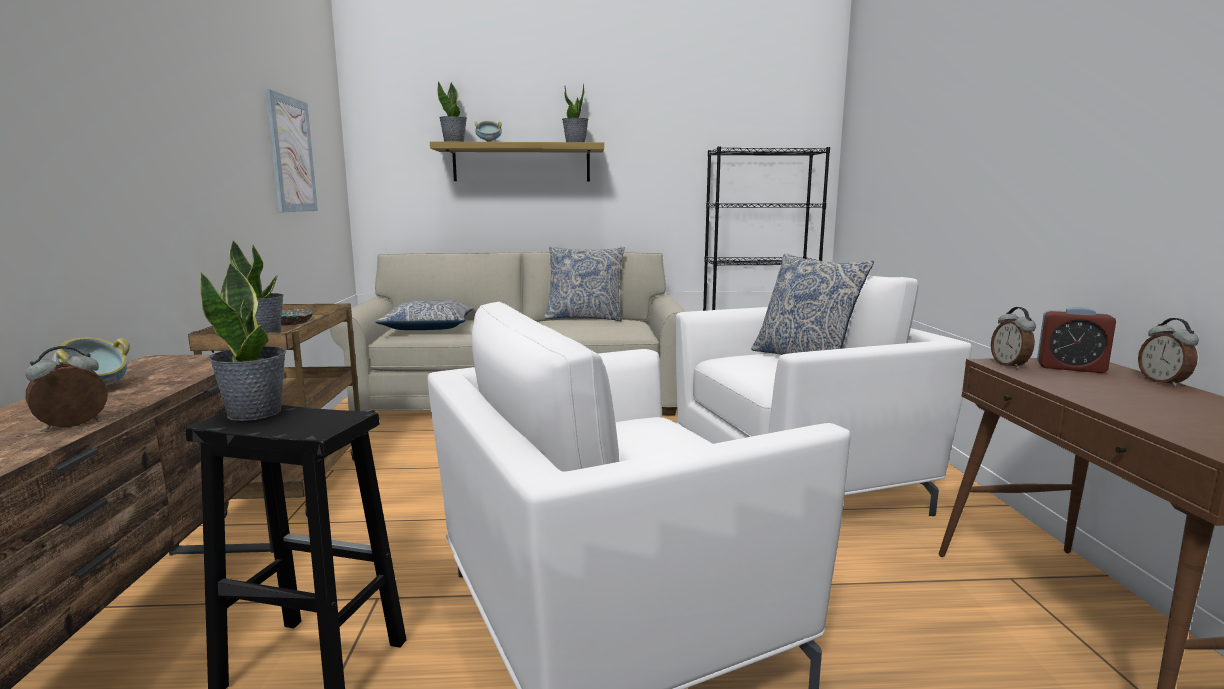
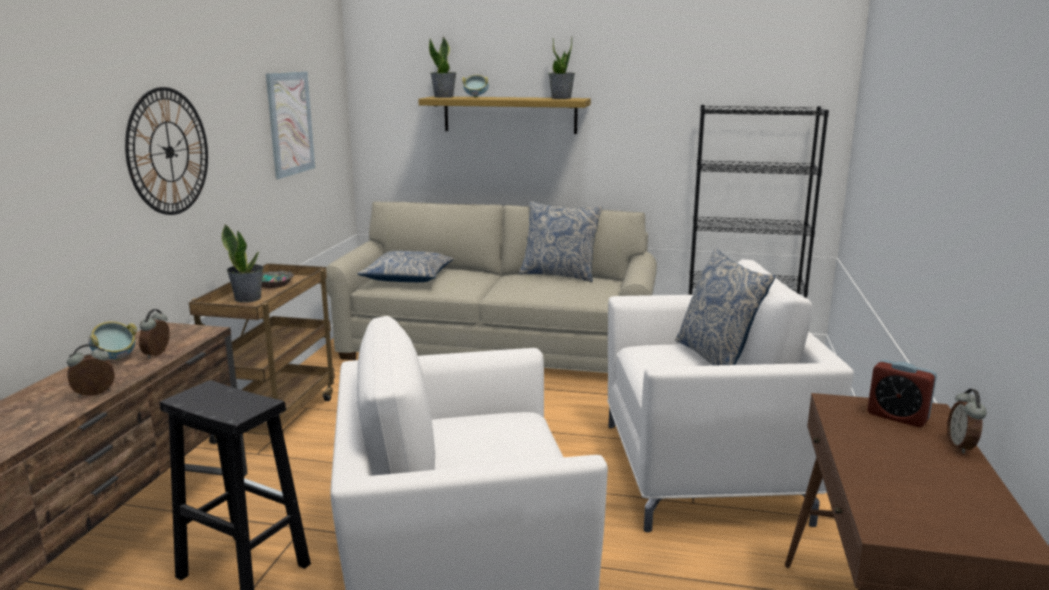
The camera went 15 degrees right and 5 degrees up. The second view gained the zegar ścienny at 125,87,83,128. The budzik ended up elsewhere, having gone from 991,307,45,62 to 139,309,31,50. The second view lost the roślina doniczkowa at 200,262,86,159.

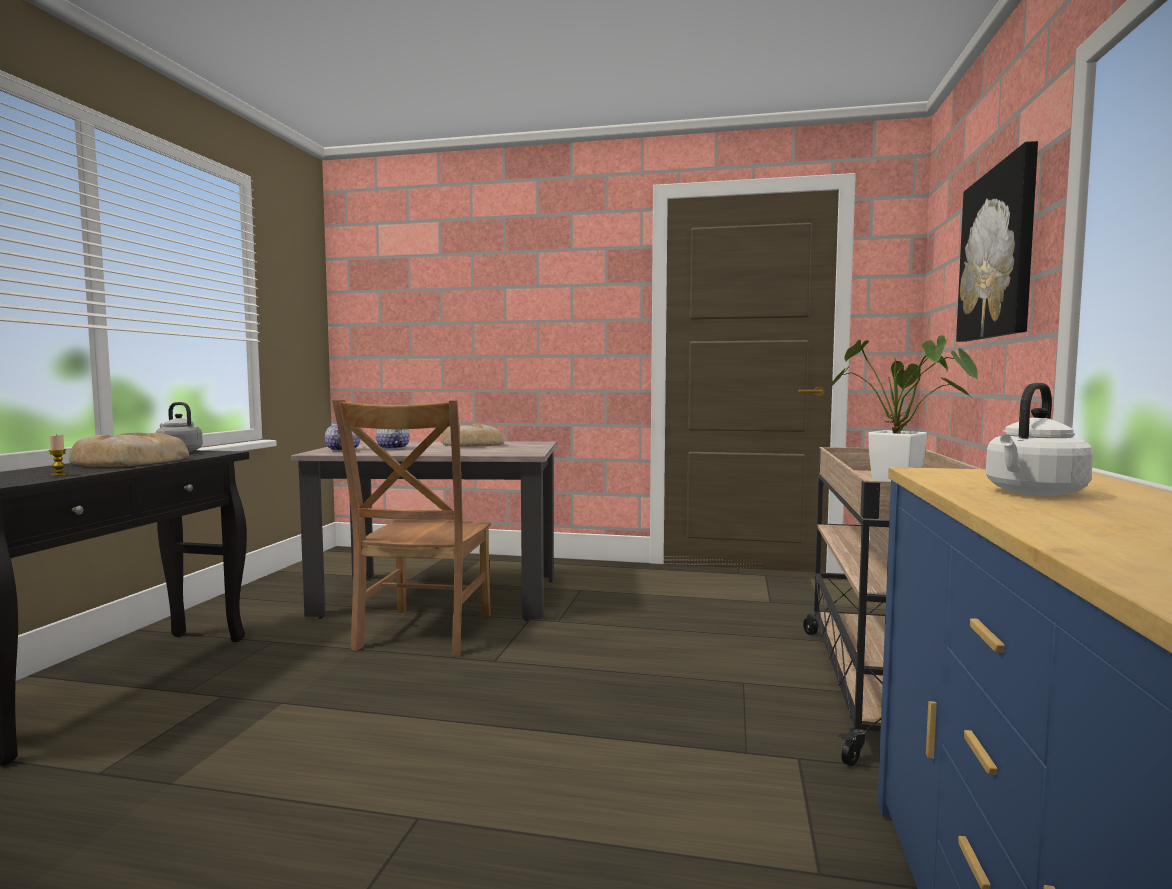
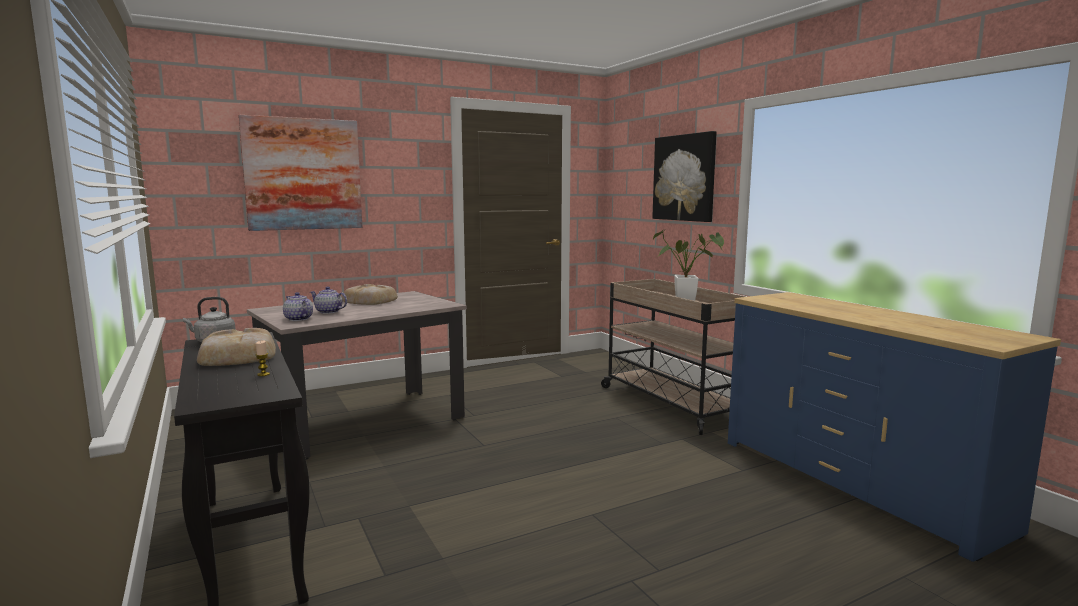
The camera went 40 degrees left and 5 degrees up. The second view gained the obraz at 239,115,123,116. The second view lost the krzesło (brązowy) at 332,400,159,256. The second view lost the czajnik (biały) at 986,382,107,114.

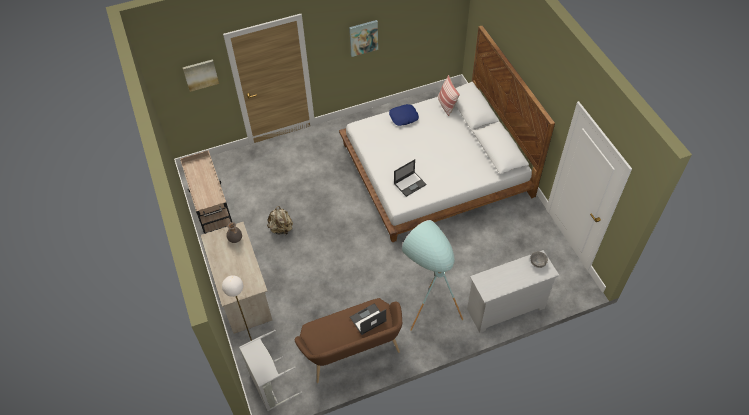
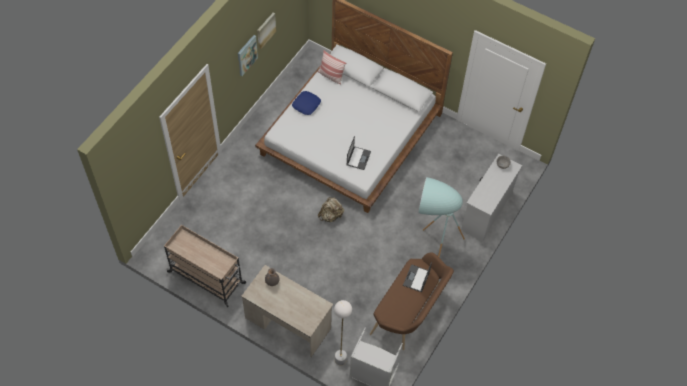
The camera went 40 degrees left and 5 degrees up. The obraz ended up elsewhere, having gone from 182,59,37,33 to 257,13,19,36. The plecak (beżowy) ended up elsewhere, having gone from 267,206,26,29 to 318,197,26,25.

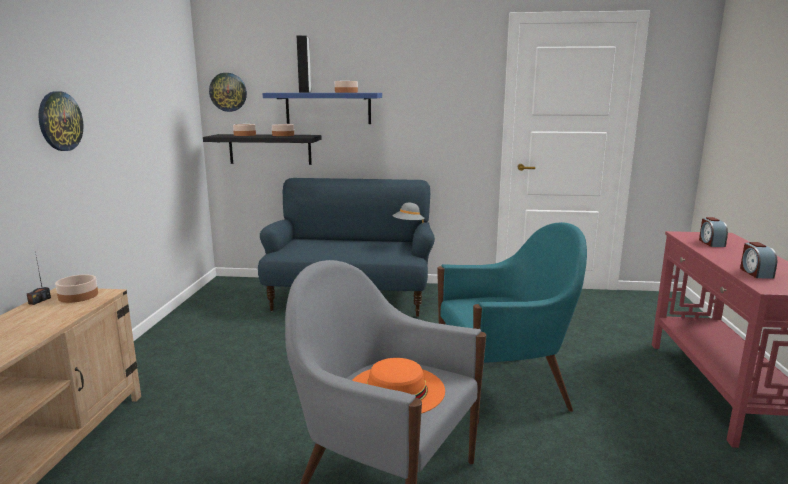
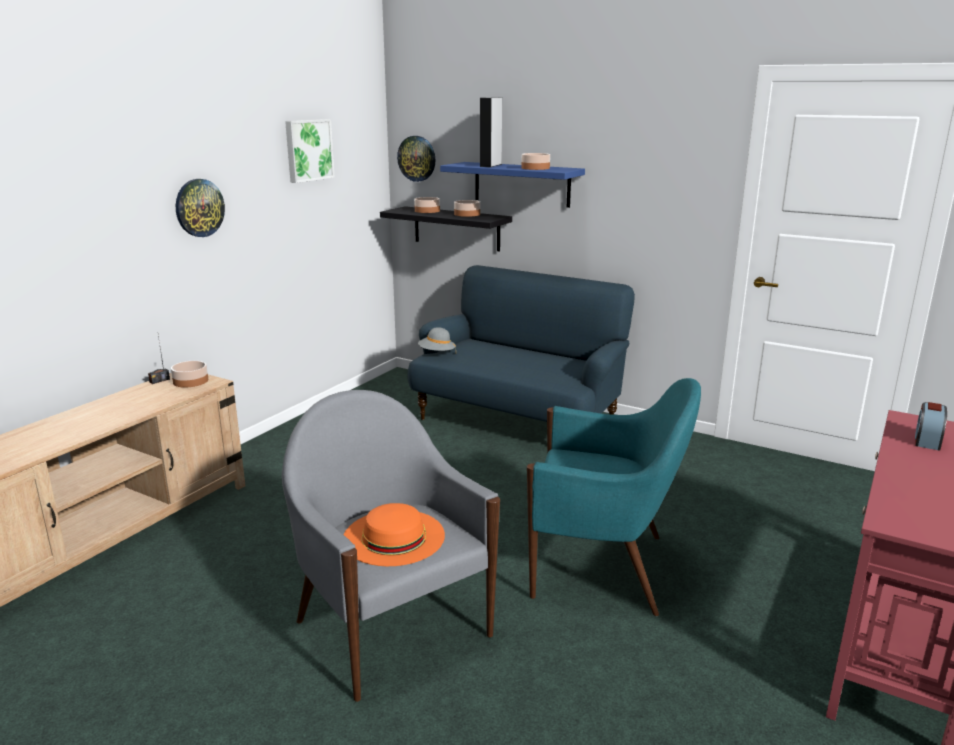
The camera went 25 degrees right and 5 degrees up. The second view gained the obraz at 285,119,50,64. The kapelusz (szary) ended up elsewhere, having gone from 392,203,32,19 to 418,327,38,24. The second view lost the budzik at 740,242,37,37.

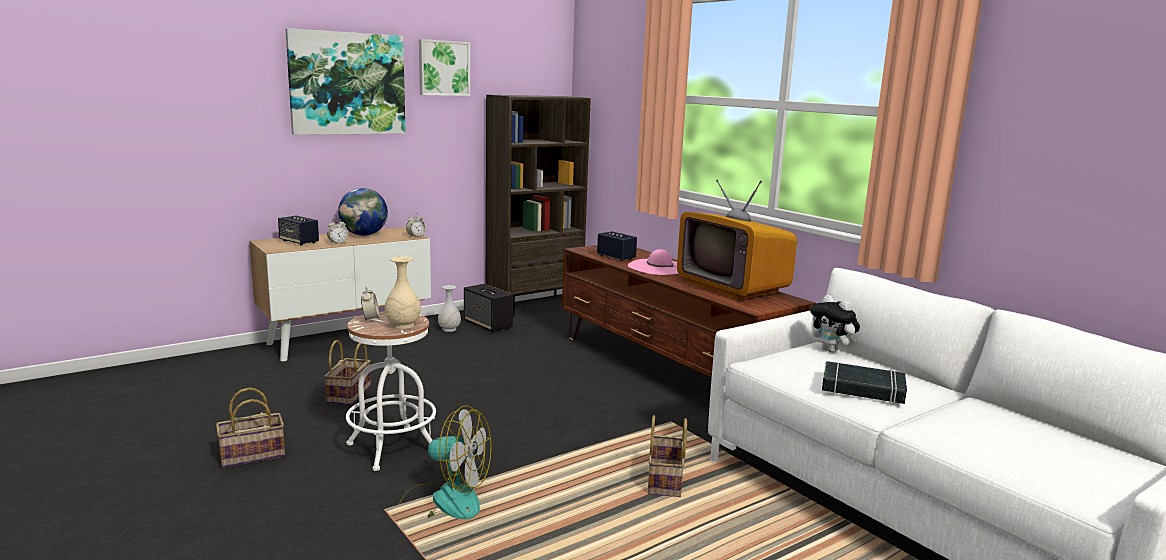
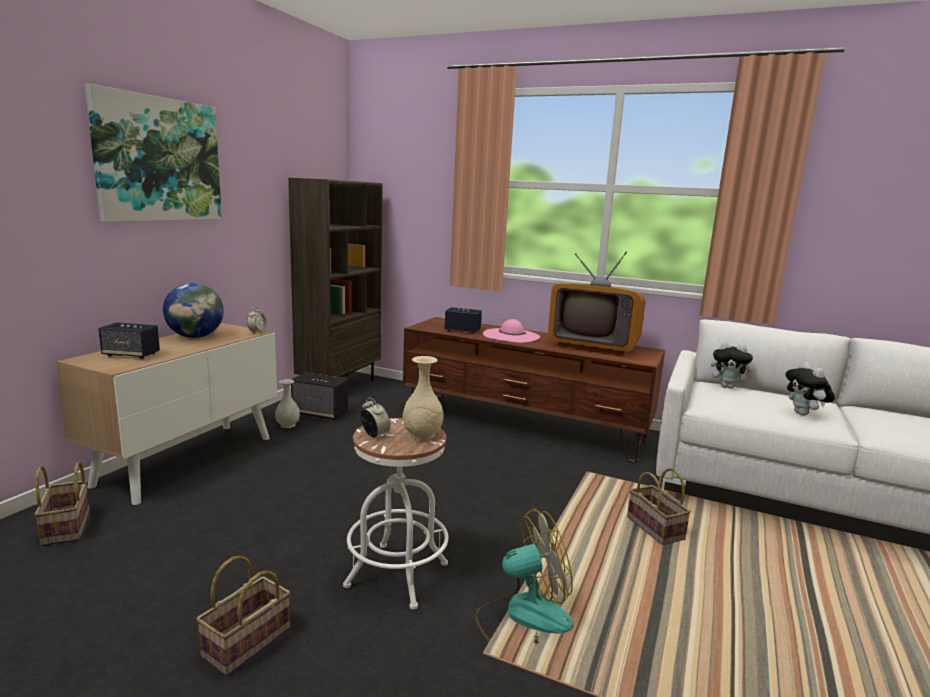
The camera went 30 degrees left and 0 degrees up. The koszyk ended up elsewhere, having gone from 325,340,46,65 to 34,461,56,85. Where the książka (czarny) stood at 822,361,85,43, the pluszak came to stand at 785,362,50,53. The second view lost the budzik at 327,218,21,26. The second view lost the obraz at 419,39,51,57.

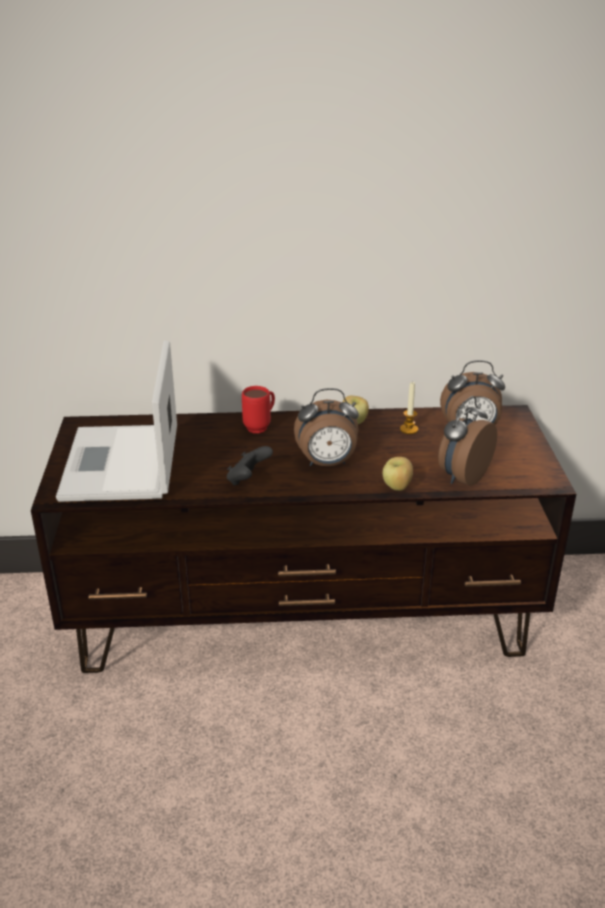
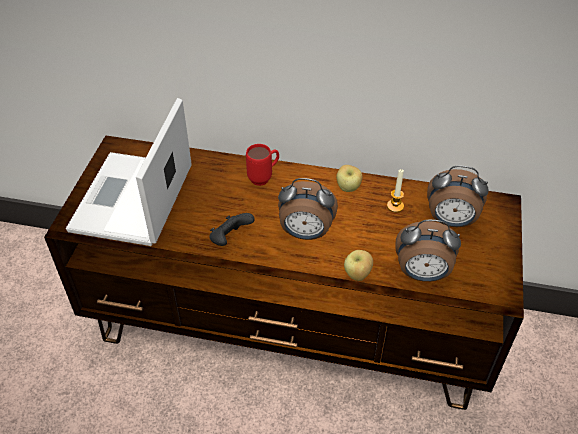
The camera went 15 degrees right and 15 degrees up. The budzik at 438,396,59,90 ended up facing another way, 135 degrees counterclockwise from before.

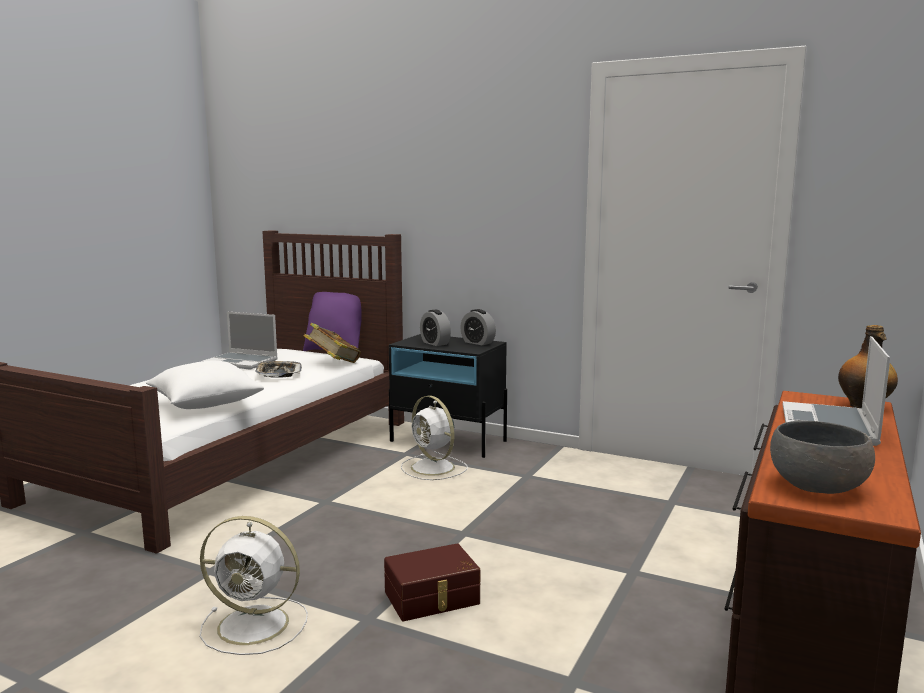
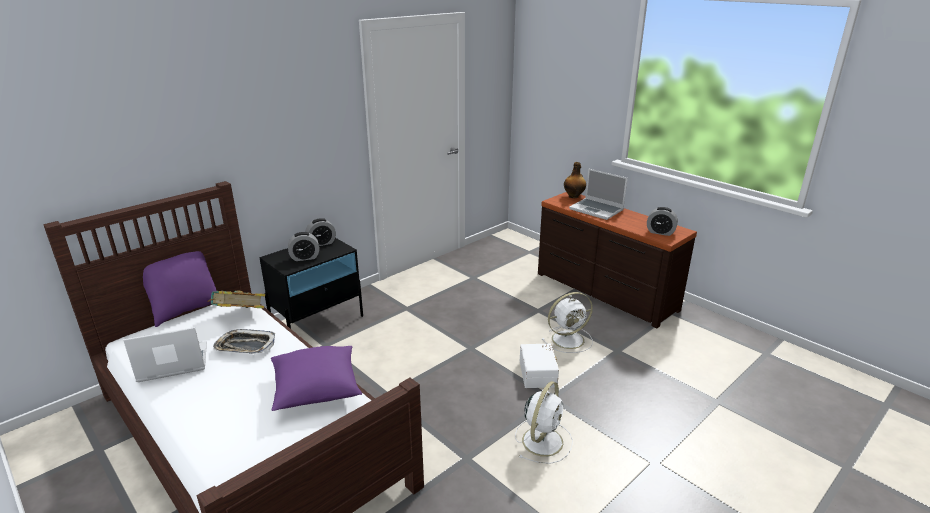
The camera went 70 degrees left and 15 degrees up. The laptop at 203,312,75,58 ended up facing another way, 150 degrees counterclockwise from before. What was the poduszka (biały) at 146,361,118,48 turned into the poduszka (fioletowy) at 271,346,91,65. What was the pojemnik do przechowywania (brązowy) at 384,543,96,78 turned into the pojemnik do przechowywania (biały) at 520,344,39,44. The wentylator (biały) ended up elsewhere, having gone from 401,396,67,84 to 542,292,51,61. Where the miska (szary) stood at 770,421,105,73, the budzik came to stand at 647,207,31,29.

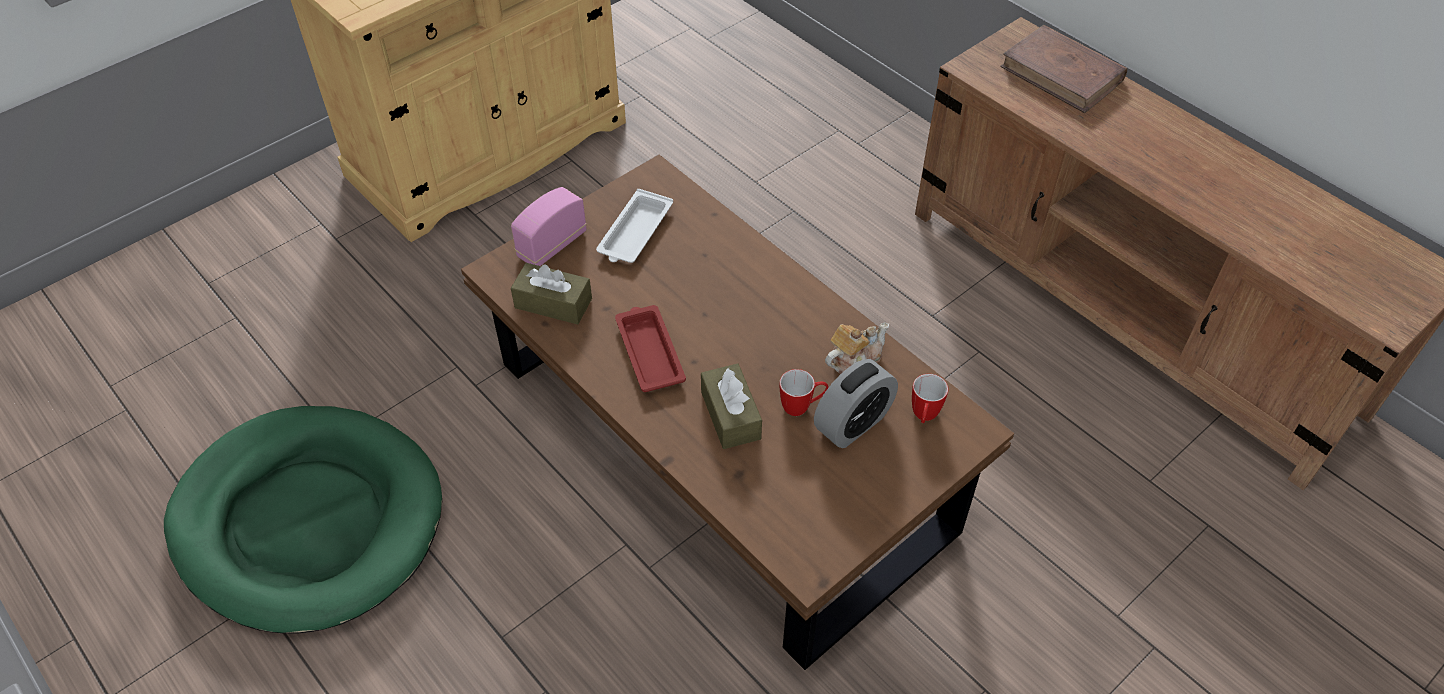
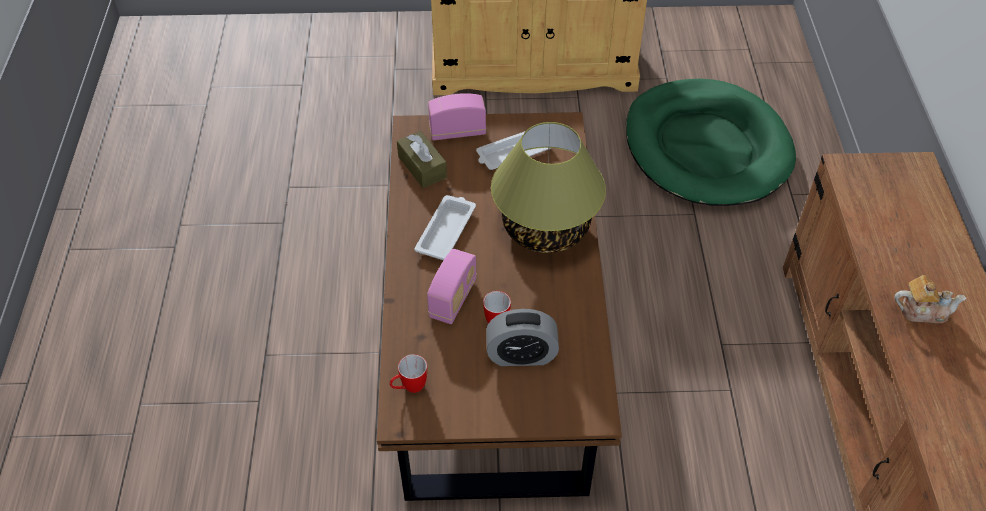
The camera went 40 degrees right and 0 degrees up. The kubek ended up elsewhere, having gone from 912,374,36,49 to 390,354,37,39. What was the taca (czerwony) at 615,305,71,87 turned into the taca (biały) at 414,195,62,65. Where the pudełko chusteczek (brązowy) stood at 701,363,61,86, the radio came to stand at 427,248,50,76. The second view gained the lampa stołowa at 491,122,115,131. The legowisko (zielony) ended up elsewhere, having gone from 164,406,278,228 to 626,79,170,127. The imbryk ended up elsewhere, having gone from 825,322,64,52 to 895,275,71,48. The second view lost the książka (brązowy) at 1000,25,127,88.

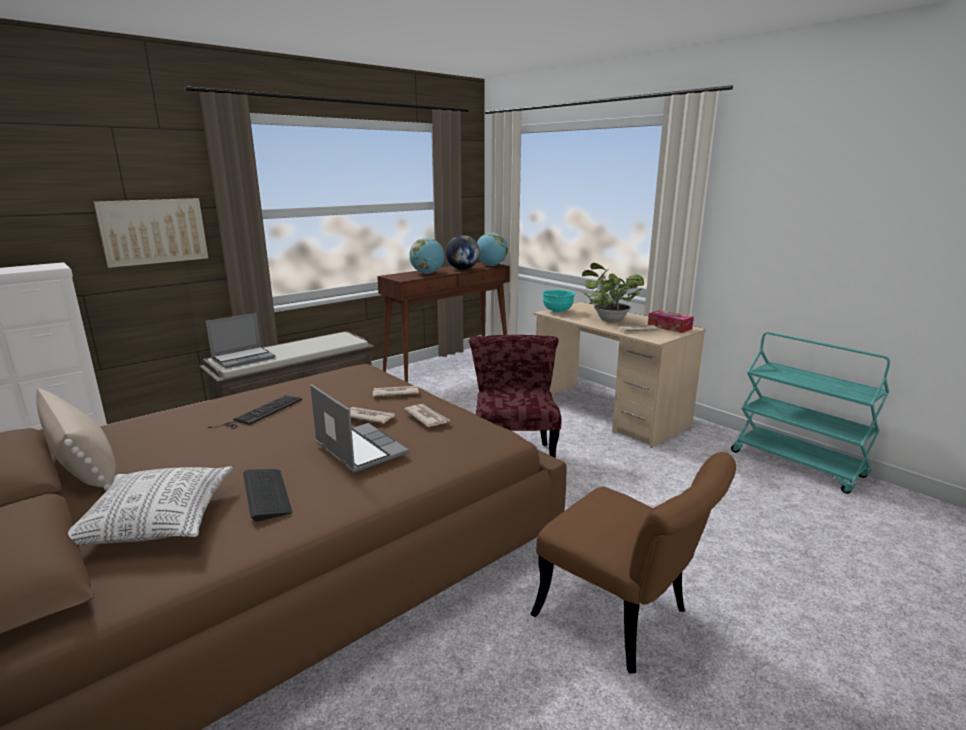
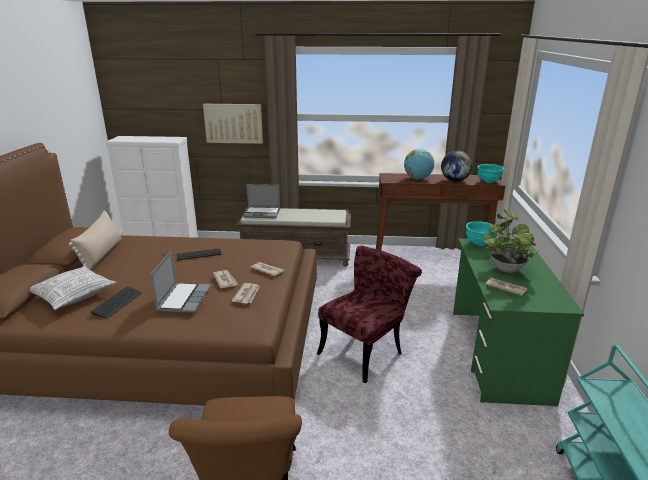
The camera went 45 degrees right and 5 degrees up. What was the biurko (beżowy) at 534,302,172,146 turned into the biurko (zielony) at 453,238,131,169. Where the globus stood at 477,233,31,33, the miska (turkusowy) came to stand at 478,164,26,19. The second view lost the pudełko chusteczek at 648,310,46,23.

